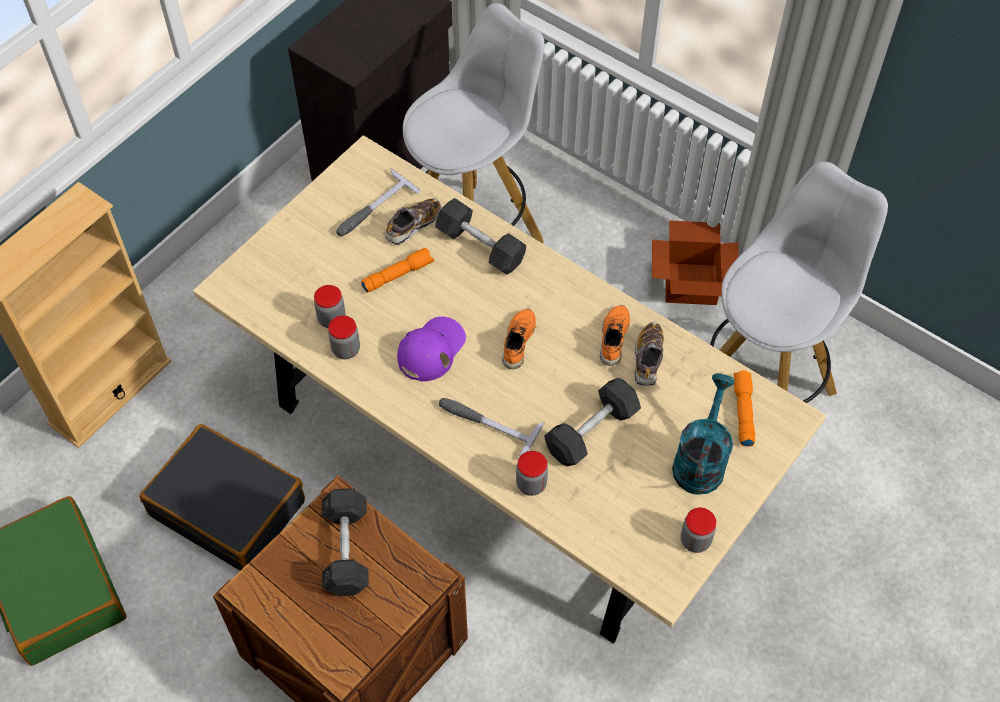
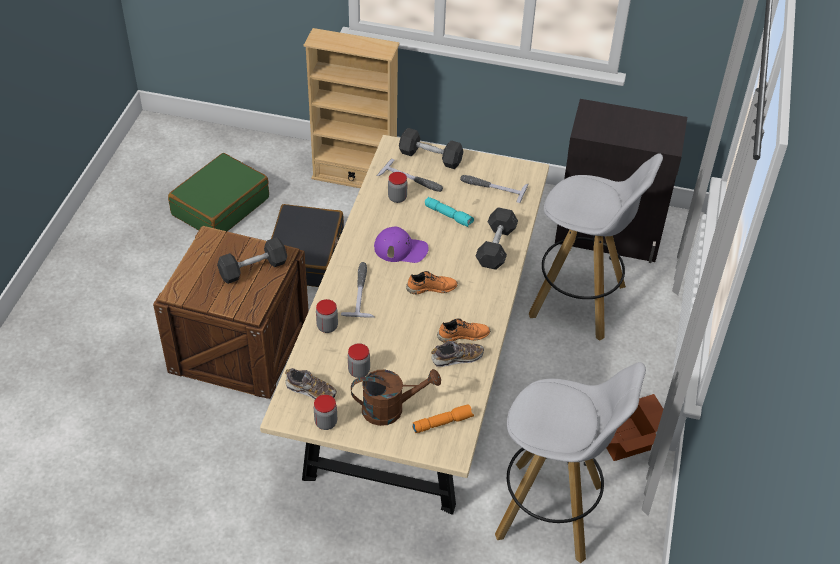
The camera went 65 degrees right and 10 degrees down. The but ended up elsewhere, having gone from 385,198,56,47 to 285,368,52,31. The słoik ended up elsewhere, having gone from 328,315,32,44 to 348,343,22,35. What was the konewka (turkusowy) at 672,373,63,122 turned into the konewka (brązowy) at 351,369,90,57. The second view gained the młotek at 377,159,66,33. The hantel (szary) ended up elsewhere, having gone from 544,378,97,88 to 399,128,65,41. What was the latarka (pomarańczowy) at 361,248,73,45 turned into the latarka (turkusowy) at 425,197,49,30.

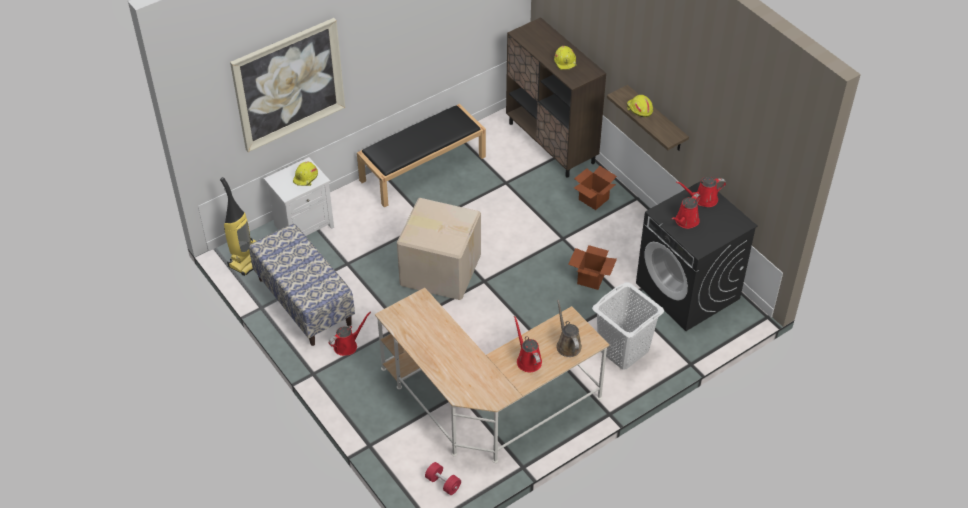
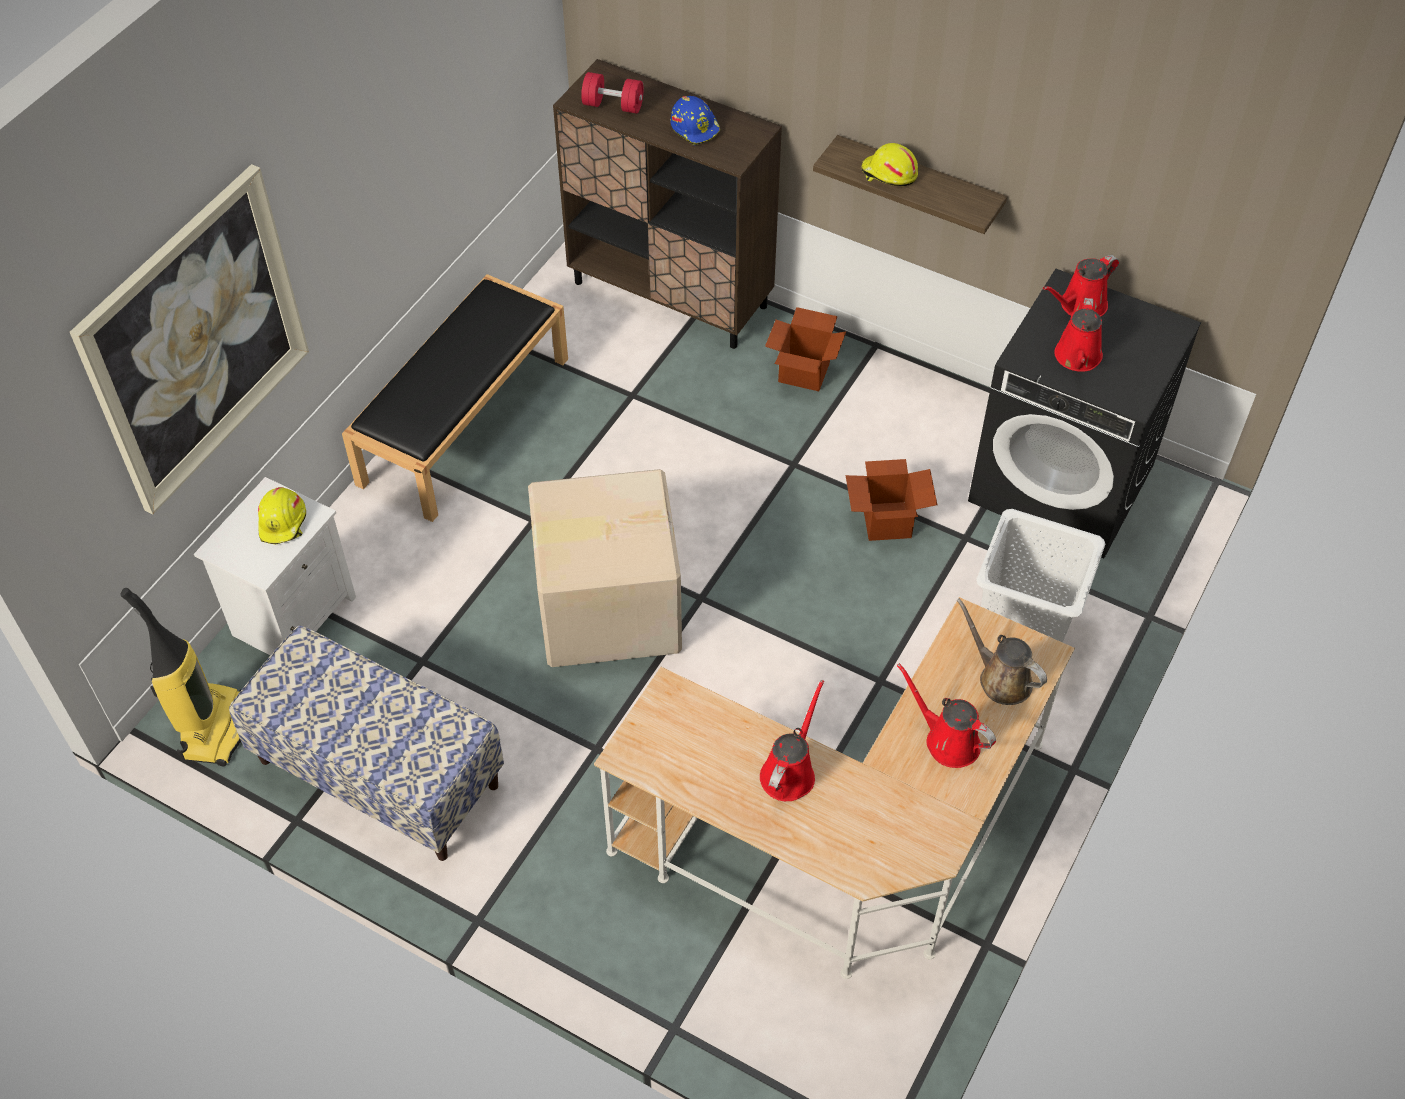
The camera went 25 degrees left and 5 degrees up. The hantel (czerwony) ended up elsewhere, having gone from 425,462,36,33 to 581,72,63,42. What was the kask (żółty) at 554,46,23,24 turned into the kask (niebieski) at 670,96,51,49. The konewka (czerwony) ended up elsewhere, having gone from 329,312,42,44 to 760,680,64,121.

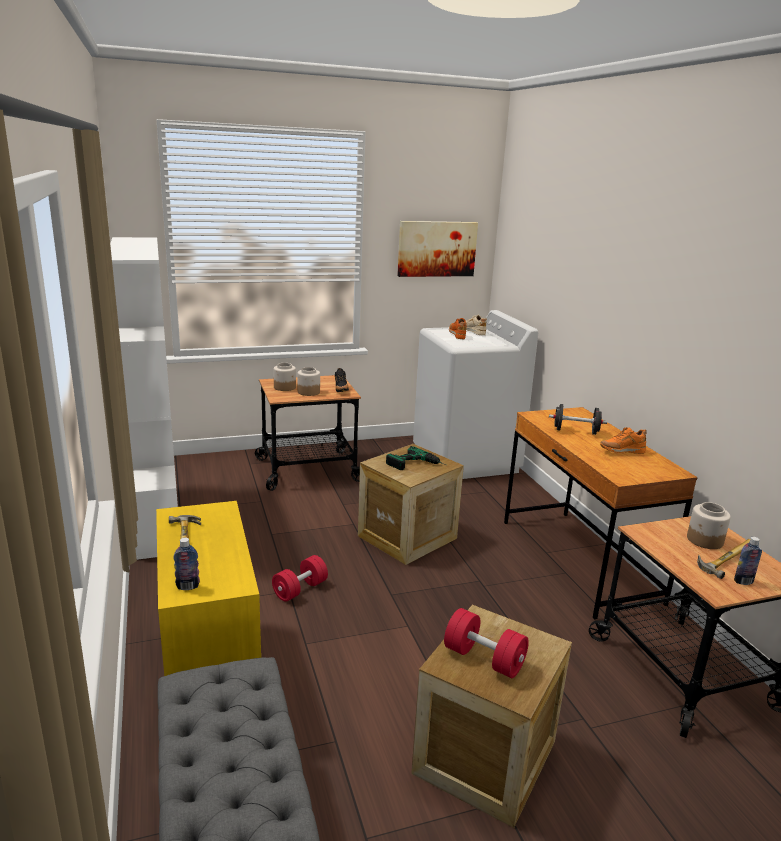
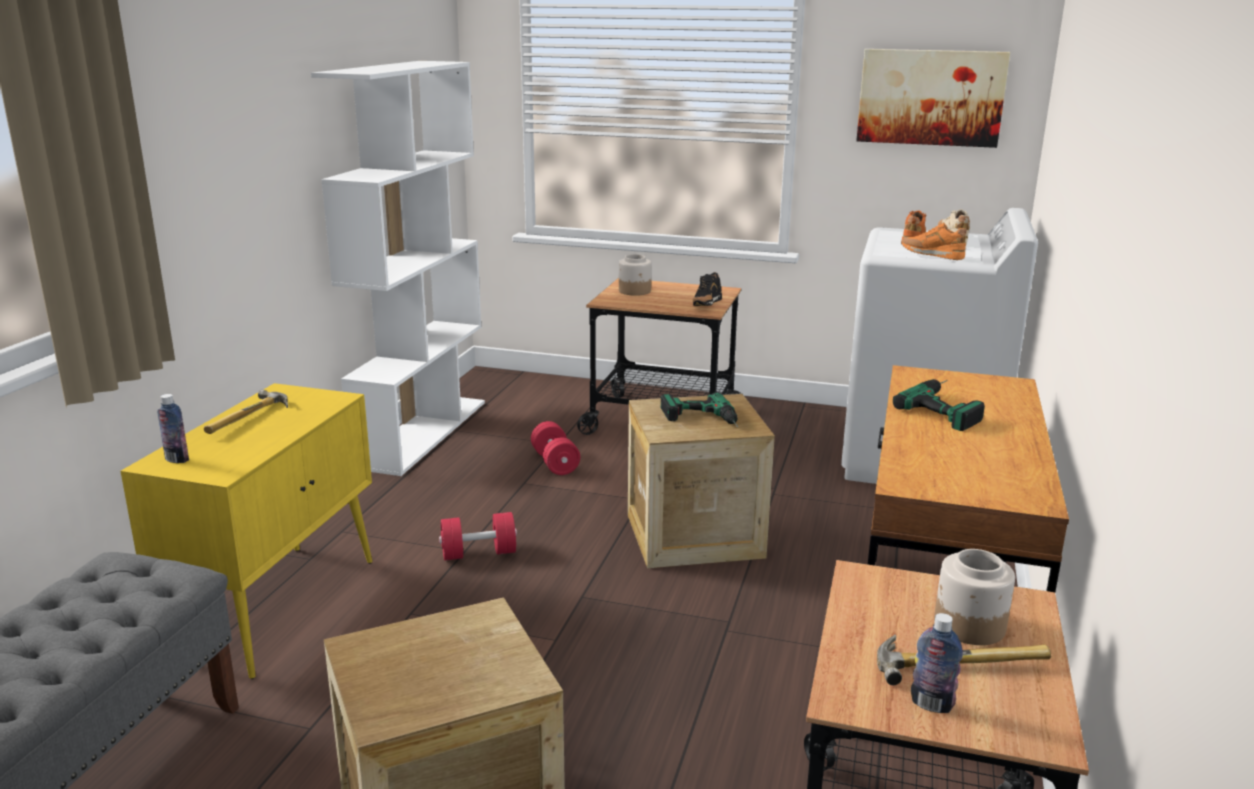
The camera went 35 degrees right and 0 degrees up. The hantel (czerwony) ended up elsewhere, having gone from 444,608,85,70 to 531,421,49,54. Where the hantel (czarny) stood at 549,404,58,31, the wiertarka came to stand at 893,379,92,52. The but (pomarańczowy) ended up elsewhere, having gone from 600,427,47,27 to 901,223,66,37. The second view lost the słoik at 297,367,23,29.

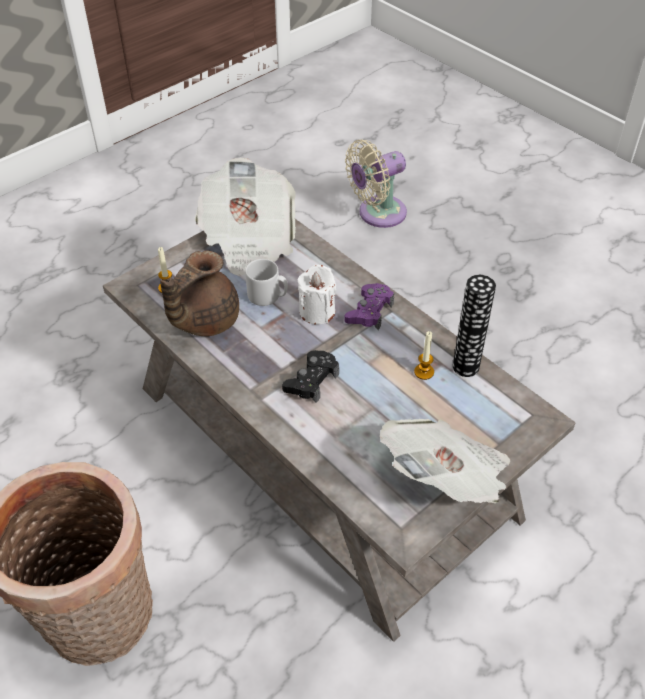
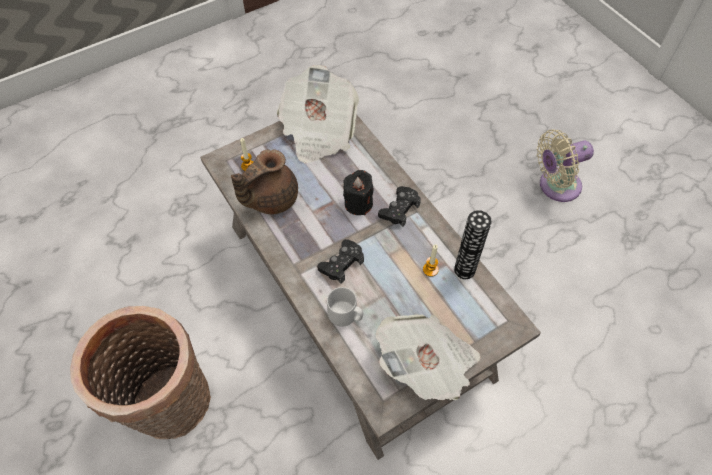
The camera went 10 degrees right and 10 degrees up. The kubek (szary) ended up elsewhere, having gone from 245,259,43,47 to 327,287,36,40. What was the świeca (biały) at 298,265,38,59 turned into the świeca (czarny) at 343,170,31,45. What was the pad do gier (fioletowy) at 344,283,50,47 turned into the pad do gier (czarny) at 378,186,43,41. The wentylator (beżowy) ended up elsewhere, having gone from 345,140,62,88 to 537,129,57,73.

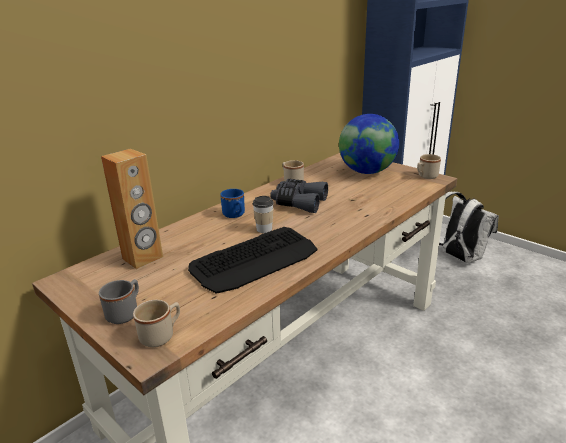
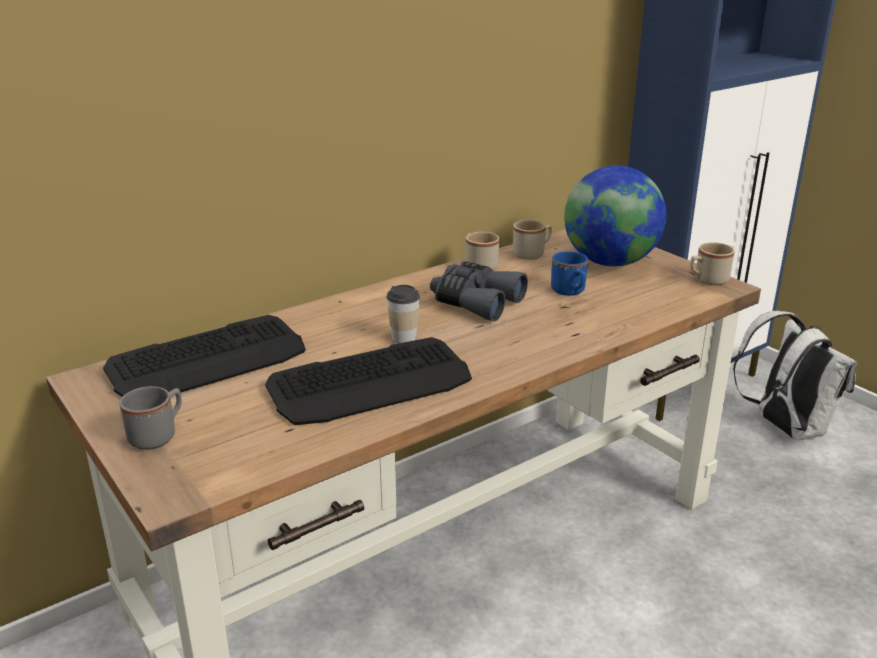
The camera went 10 degrees right and 0 degrees up. Where the głośnik (brązowy) stood at 101,149,62,120, the klawiatura came to stand at 103,315,203,82. The kubek (beżowy) ended up elsewhere, having gone from 133,300,47,47 to 513,220,39,40. The kubek (niebieski) ended up elsewhere, having gone from 220,189,25,29 to 551,251,37,45.

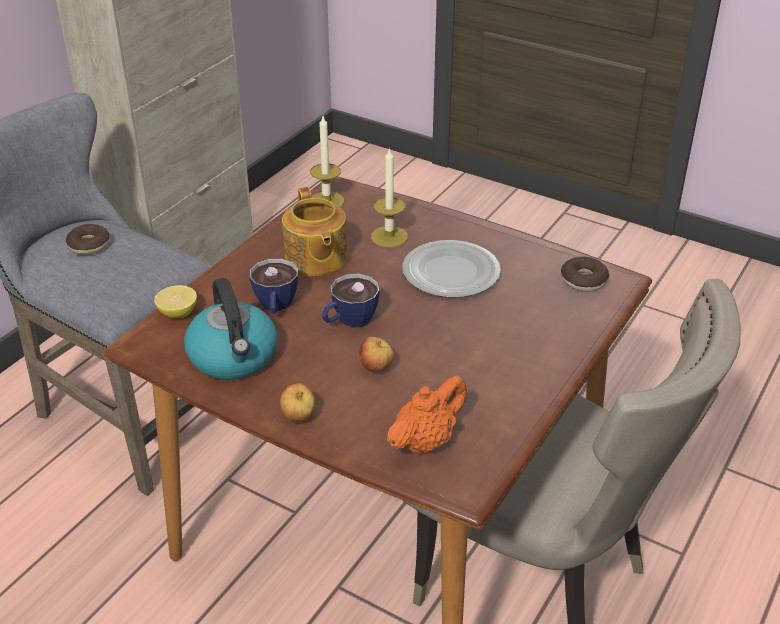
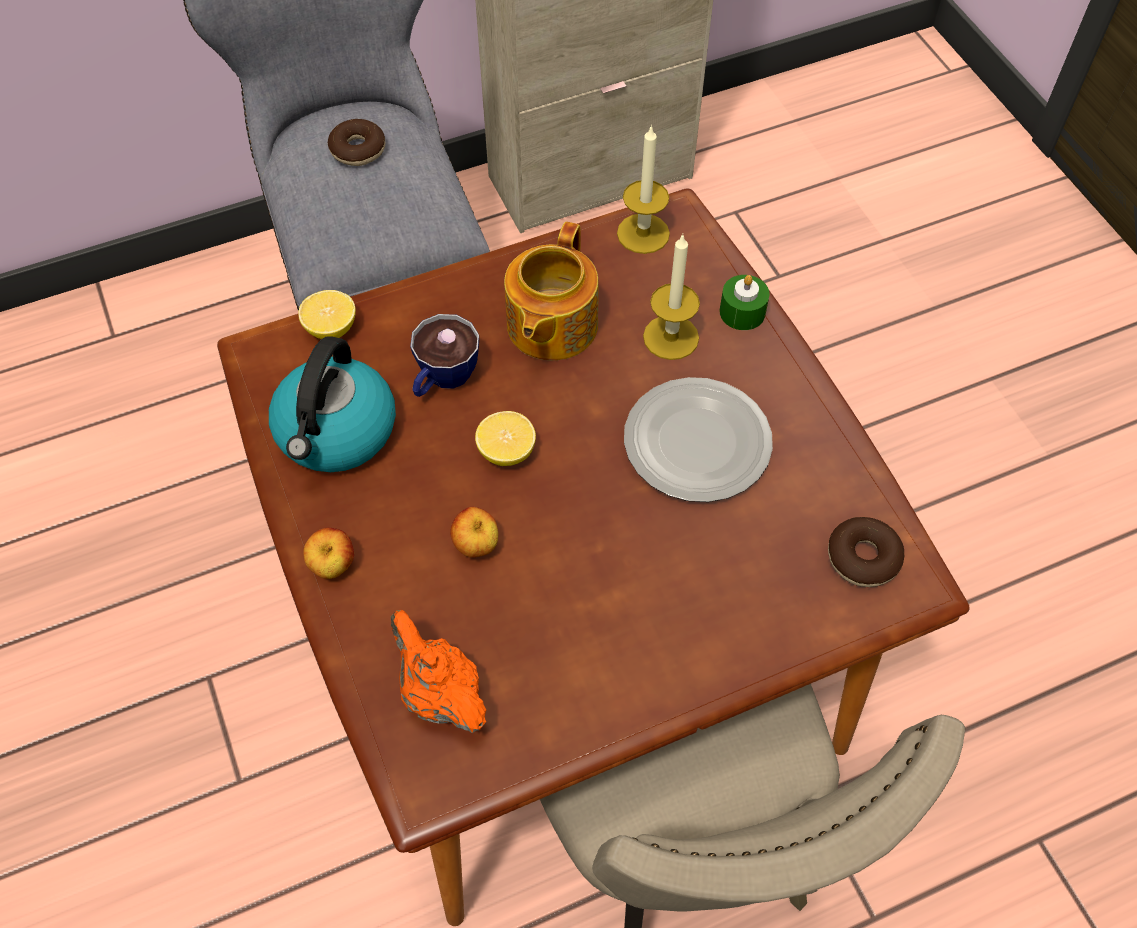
The camera went 35 degrees right and 20 degrees up. The imbryk (pomarańczowy) at 387,376,80,79 ended up facing another way, 120 degrees counterclockwise from before. Where the filiżanka stood at 322,273,58,55, the cytryna came to stand at 475,411,61,55. The second view gained the świeca (zielony) at 719,275,51,55.

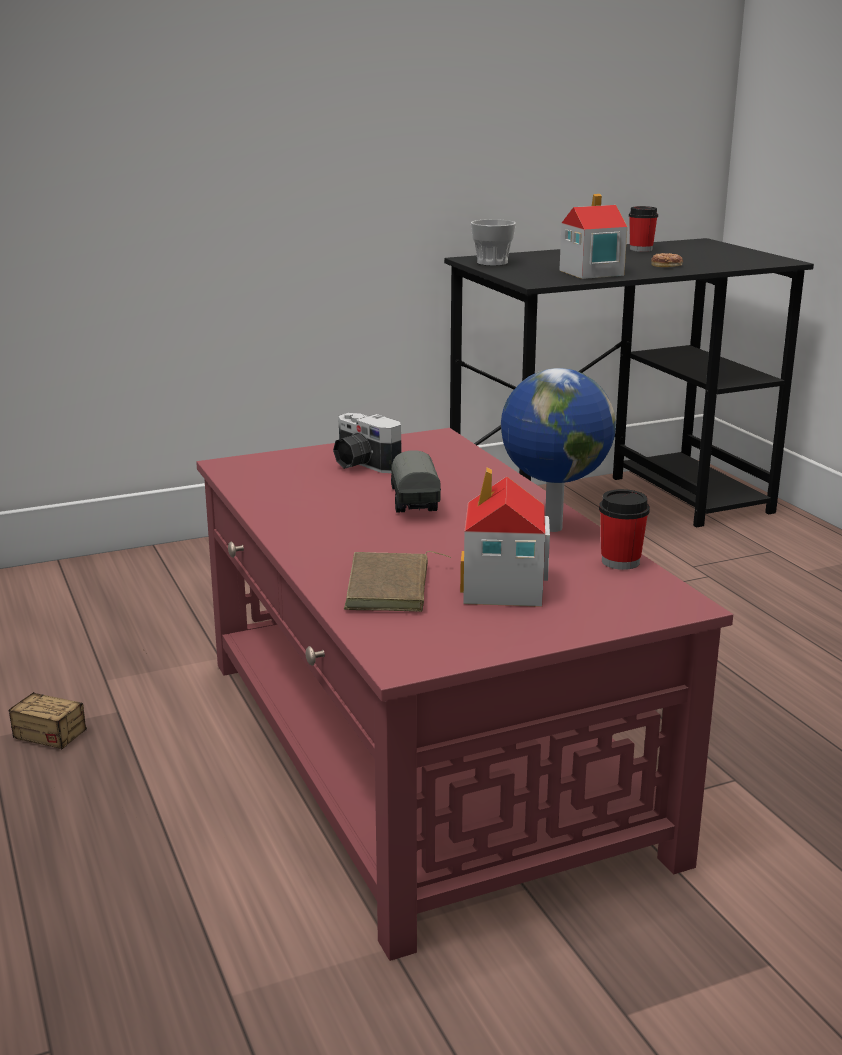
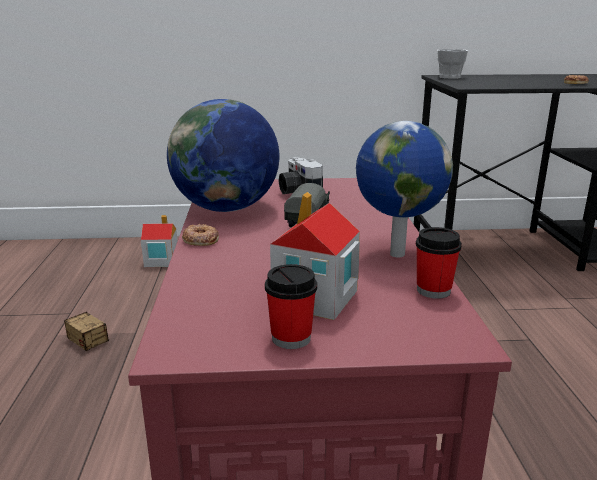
The camera went 20 degrees right and 0 degrees up. The domek ended up elsewhere, having gone from 559,194,68,85 to 141,215,36,52. The second view gained the globus at 167,99,112,113. The second view gained the donut at 182,224,37,22. The filiżanka ended up elsewhere, having gone from 629,206,29,46 to 265,264,52,85. The second view lost the książka (brązowy) at 344,551,107,61.

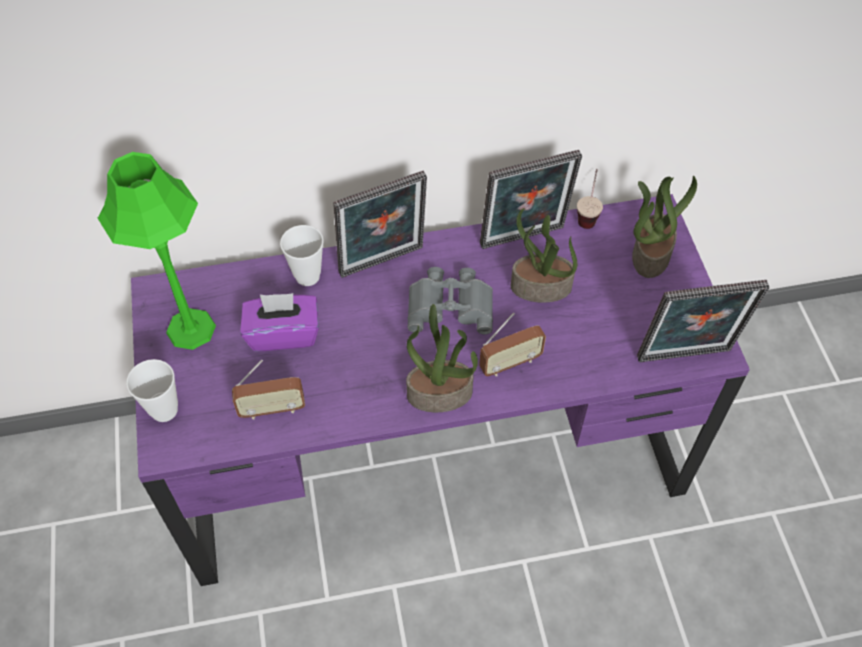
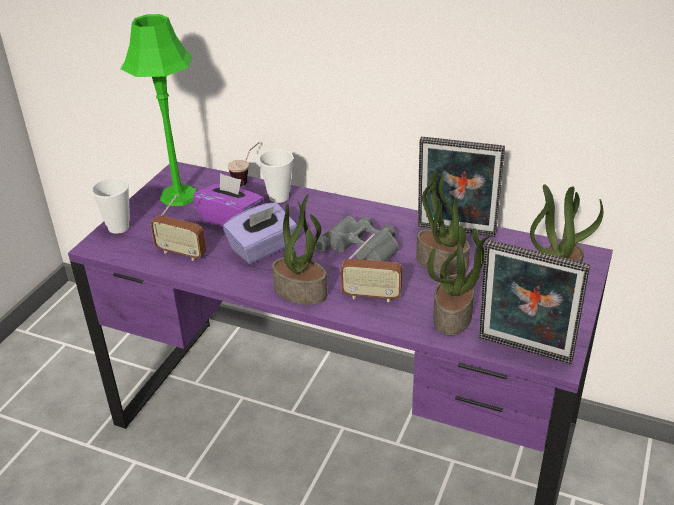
The camera went 35 degrees right and 20 degrees down. The second view gained the pudełko chusteczek (fioletowy) at 223,202,74,62. The filiżanka ended up elsewhere, having gone from 577,169,26,60 to 228,142,31,44. The second view gained the roślina doniczkowa at 427,226,66,110. The second view lost the ramka na zdjęcie at 333,170,94,108.

